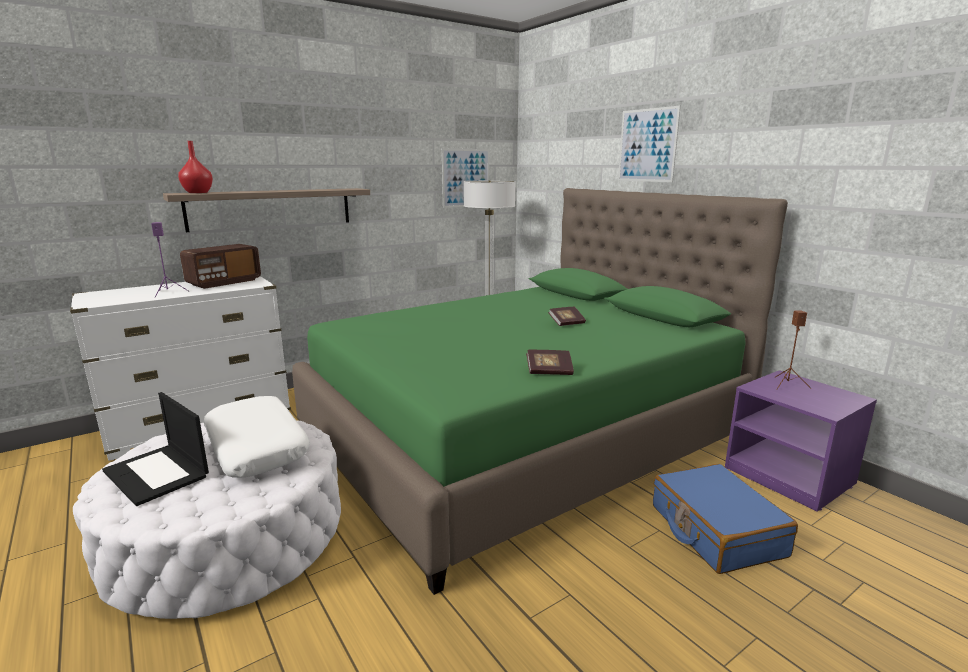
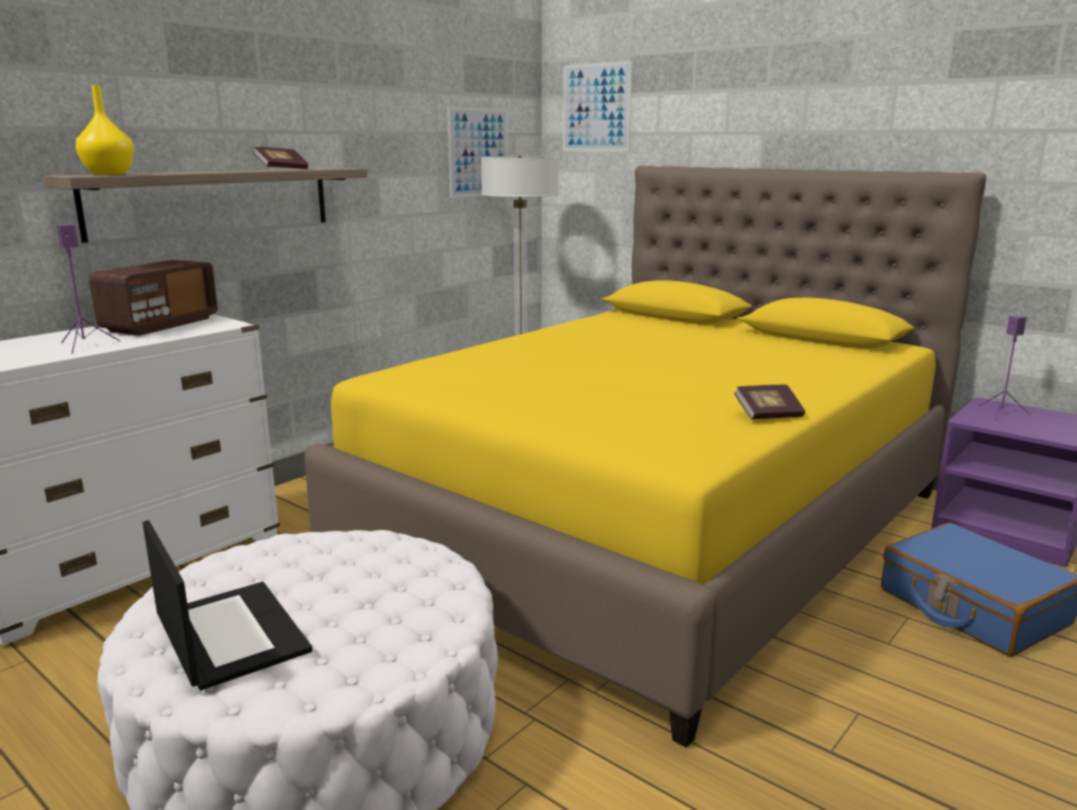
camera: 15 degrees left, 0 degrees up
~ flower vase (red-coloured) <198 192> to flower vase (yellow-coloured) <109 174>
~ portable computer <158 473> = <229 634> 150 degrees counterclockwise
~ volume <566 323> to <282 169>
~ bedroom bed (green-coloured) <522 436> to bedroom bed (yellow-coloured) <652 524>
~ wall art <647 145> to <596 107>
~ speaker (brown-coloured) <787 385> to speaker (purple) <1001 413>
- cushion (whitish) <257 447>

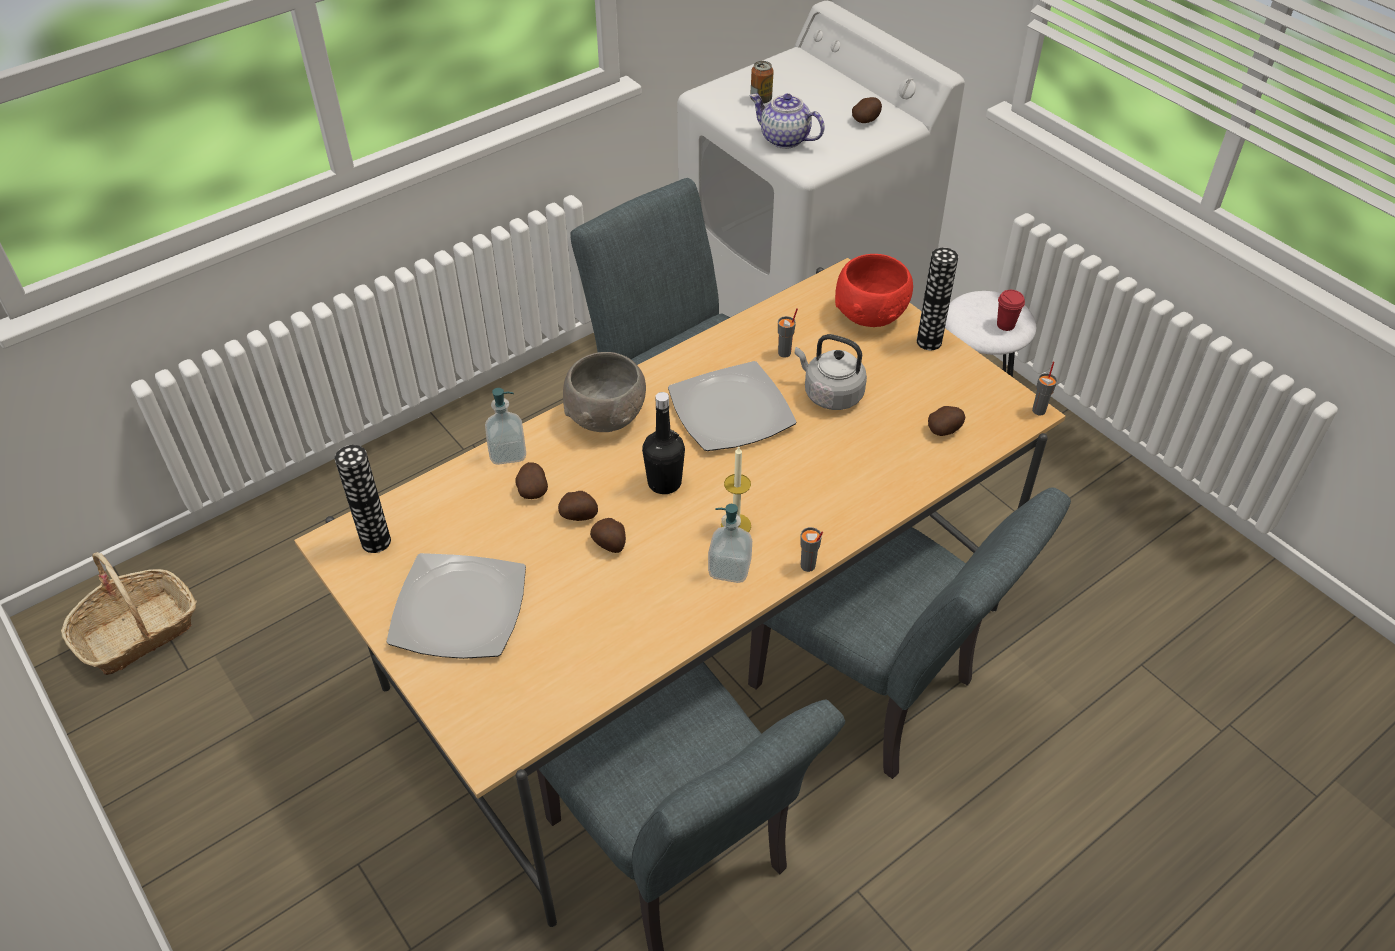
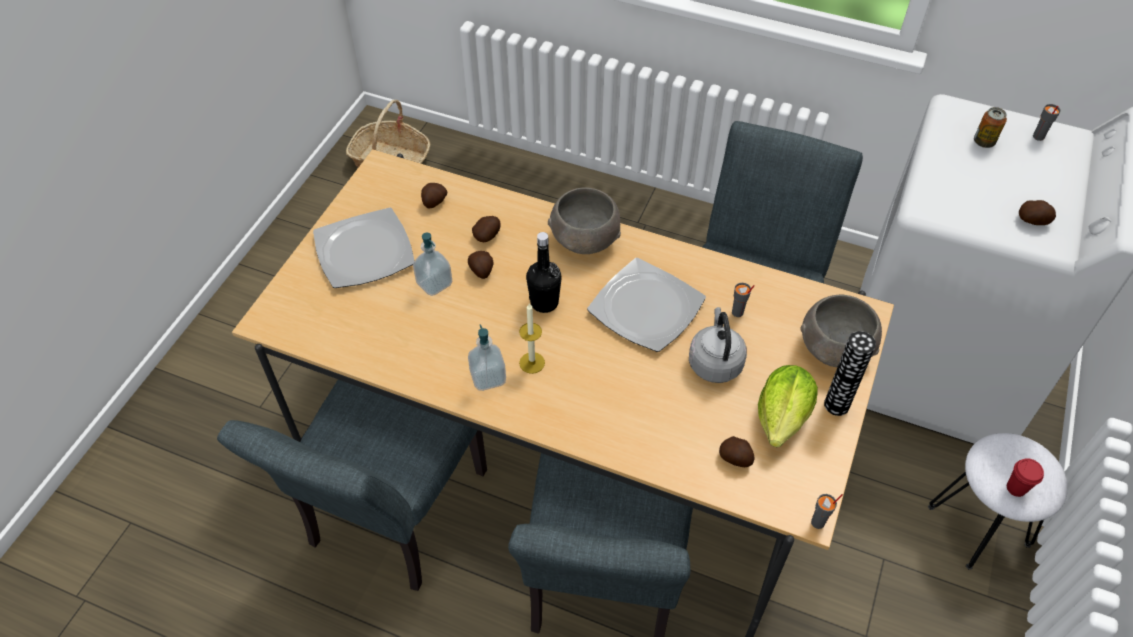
camera: 60 degrees right, 5 degrees up
~ liquid soap bottle <508 453> to <434 283>
~ spud <610 544> to <434 202>
+ lettuce <782 417>
~ deep dish (red-coloured) <871 315> to deep dish (greyish) <834 350>
~ small cup (greyish) <808 566> to <1038 137>
- flower vase <376 541>
- teapot <784 139>

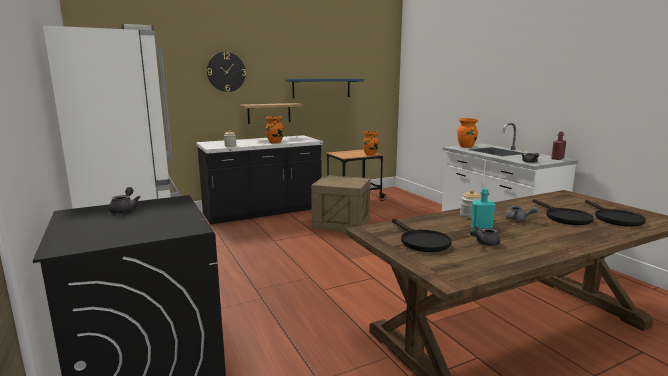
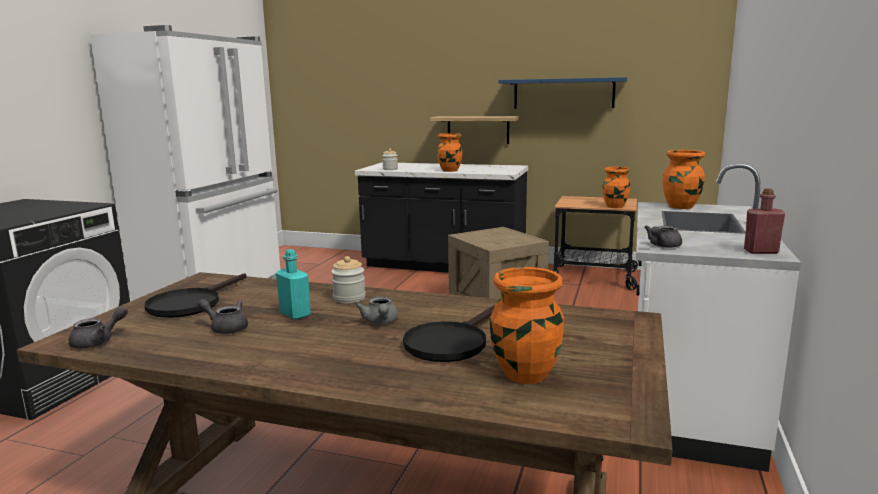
camera: 45 degrees right, 0 degrees up
~ teapot (greyish) <125 210> to <98 341>
~ skillet (blackish) <614 218> to flower vase (orange) <524 374>
- clock on the wall <226 72>

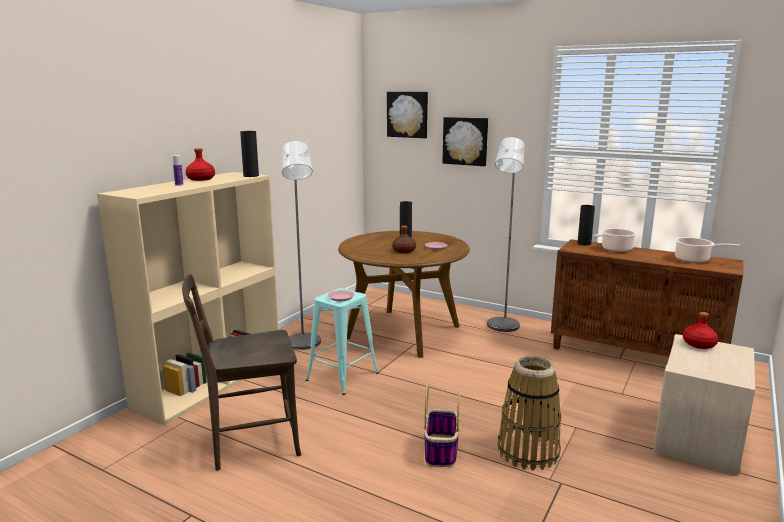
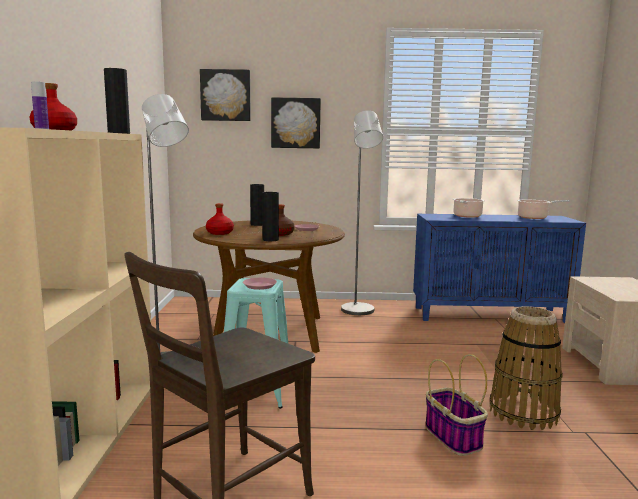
camera: 30 degrees left, 5 degrees down
~ drink bottle (red-coloured) <699 344> to <220 233>
~ flower vase (blackish) <584 243> to <270 240>
~ storage cabinet (brown-coloured) <635 356> to storage cabinet (bluish) <490 314>

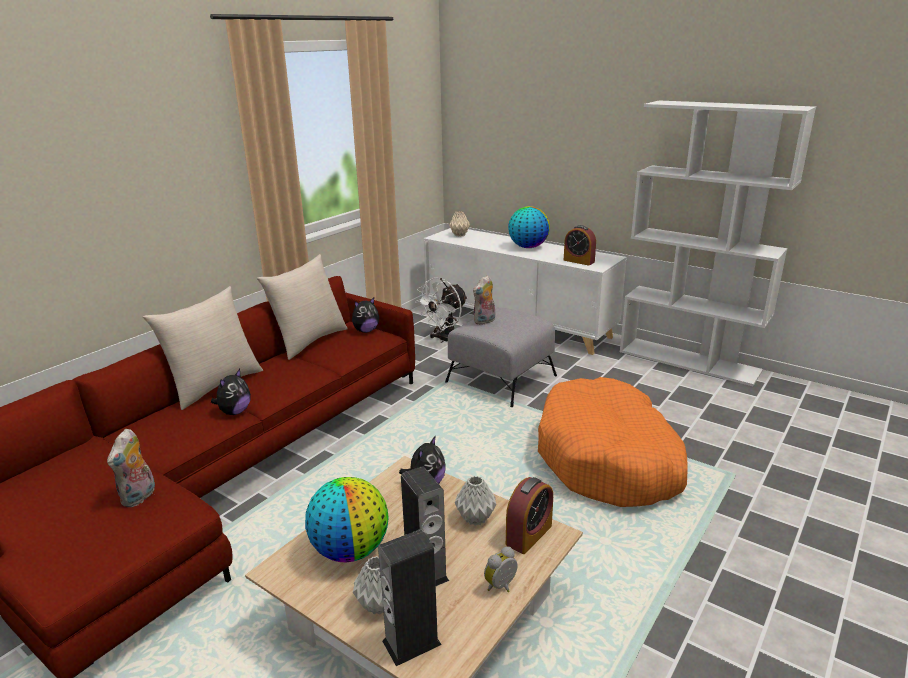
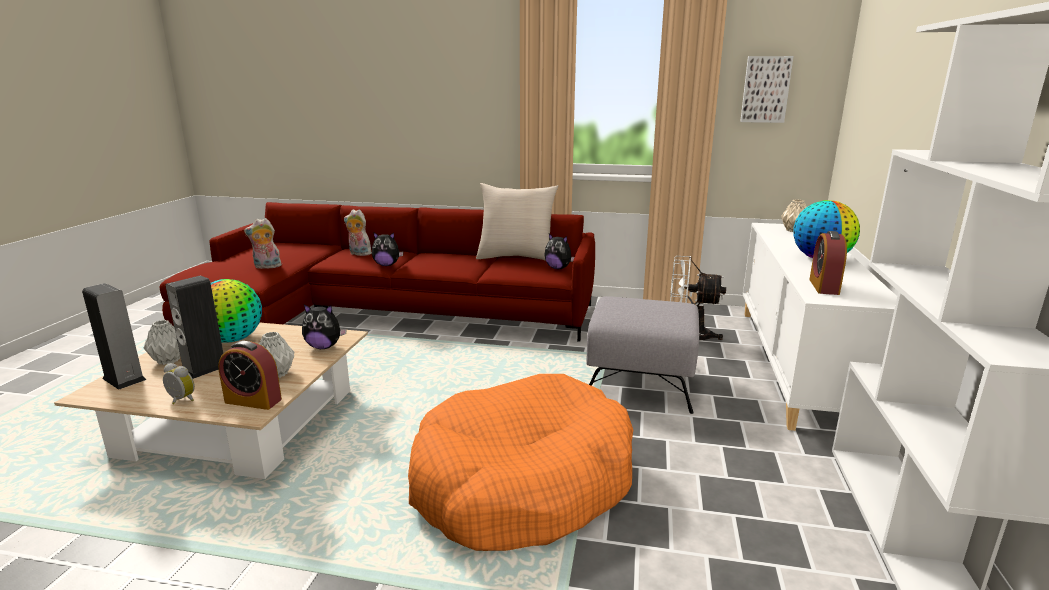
camera: 65 degrees right, 5 degrees down
~ soft toy <484 321> to <358 254>
+ wall art <765 89>
- cushion (sand-coloured) <214 385>

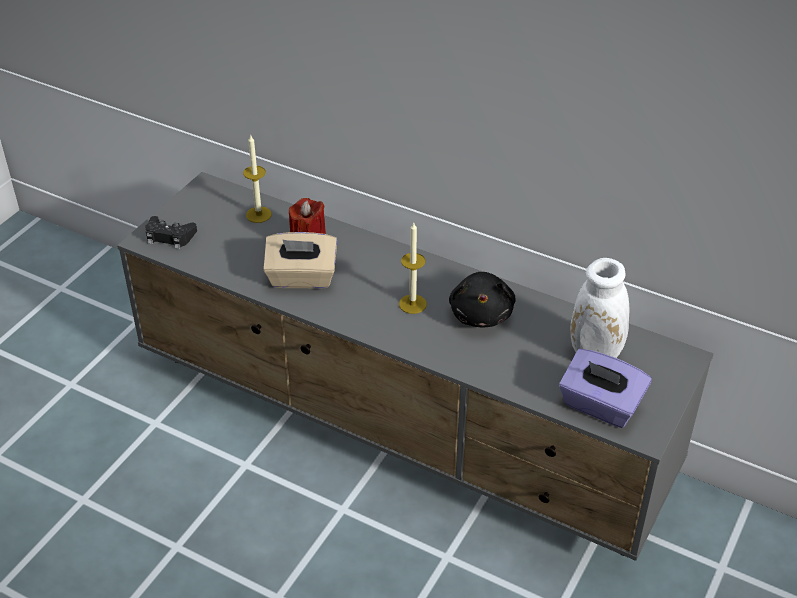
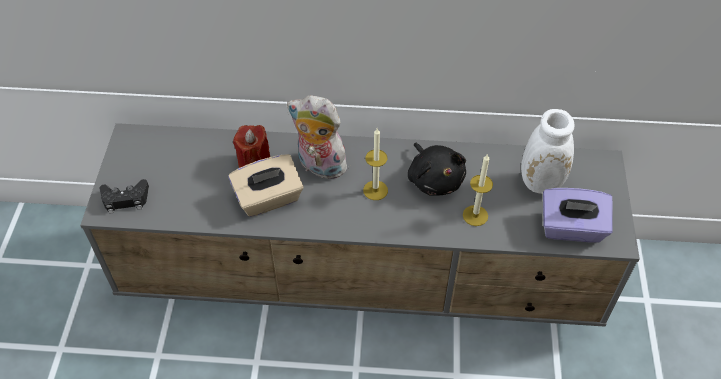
camera: 25 degrees left, 10 degrees up
+ soft toy <319 166>
~ candle <258 214> to <475 215>

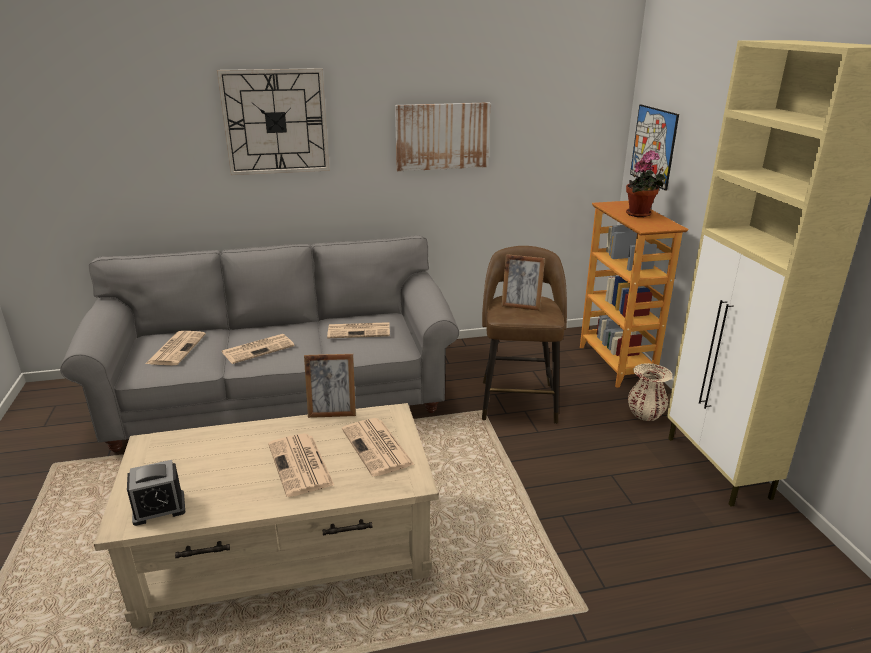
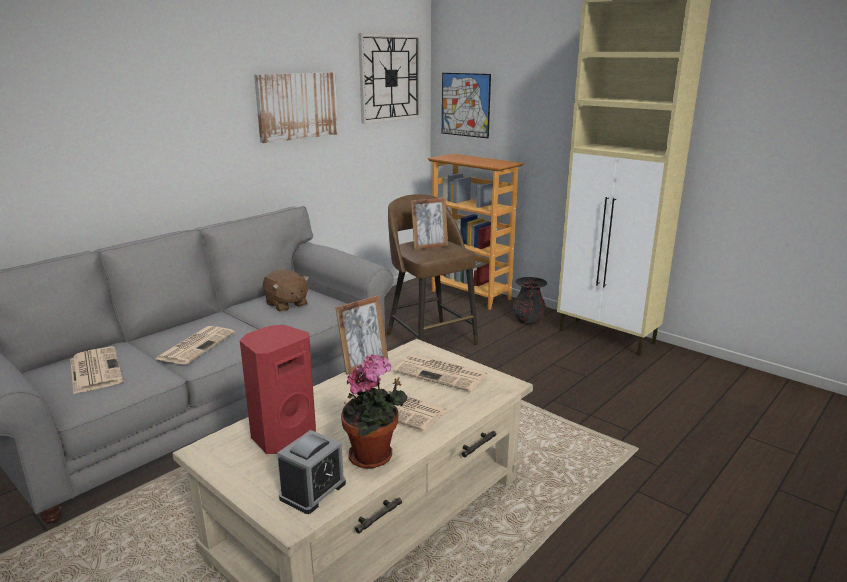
camera: 35 degrees left, 5 degrees down
+ speaker (red-coloured) <282 436>
~ printed paper <360 331> to soft toy (brown-coloured) <286 305>
~ potted plant <640 214> to <374 457>
~ clock on the wall <275 122> to <390 78>
~ flower vase (sand-coloured) <645 414> to flower vase (blackish) <528 320>

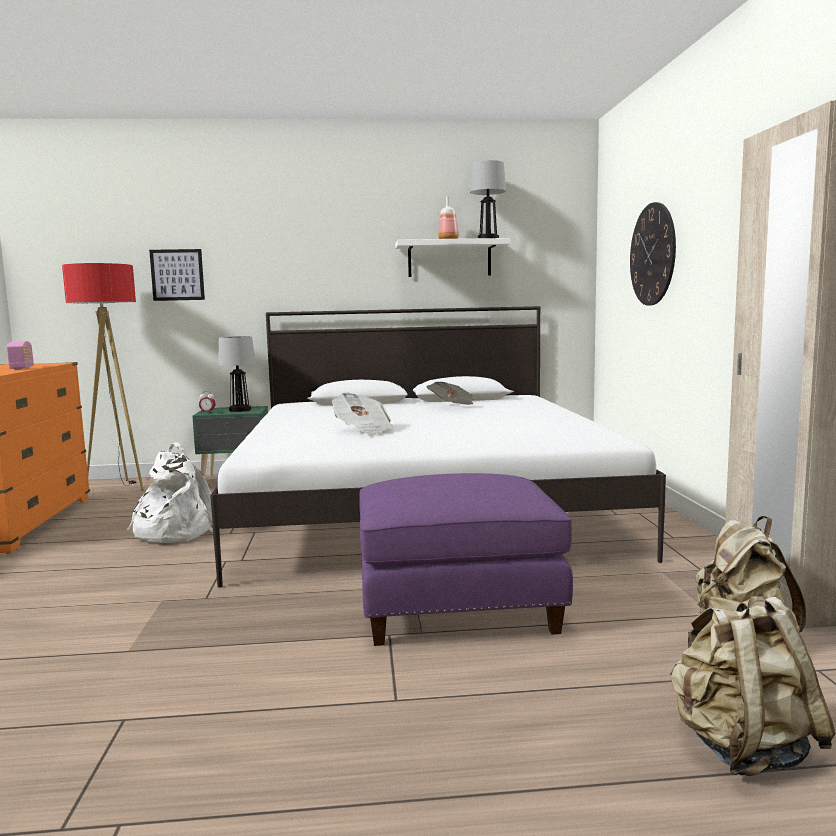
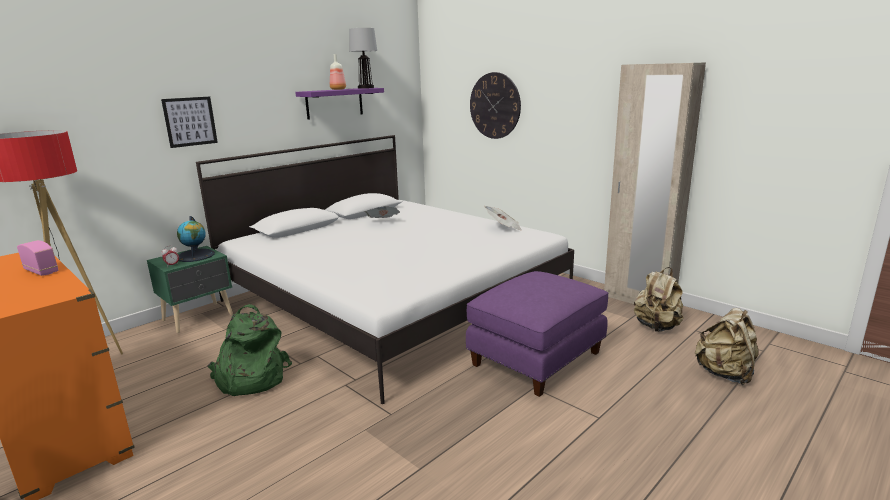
camera: 40 degrees left, 10 degrees up
~ wall art <177 275> to <190 121>
~ table lamp <240 410> to desk globe <195 255>
~ rucksack (whitish) <175 531> to rucksack (green-coloured) <250 378>
~ bracket shelf (whitish) <449 259> to bracket shelf (purple) <334 103>
~ printed paper <363 430> to <503 228>

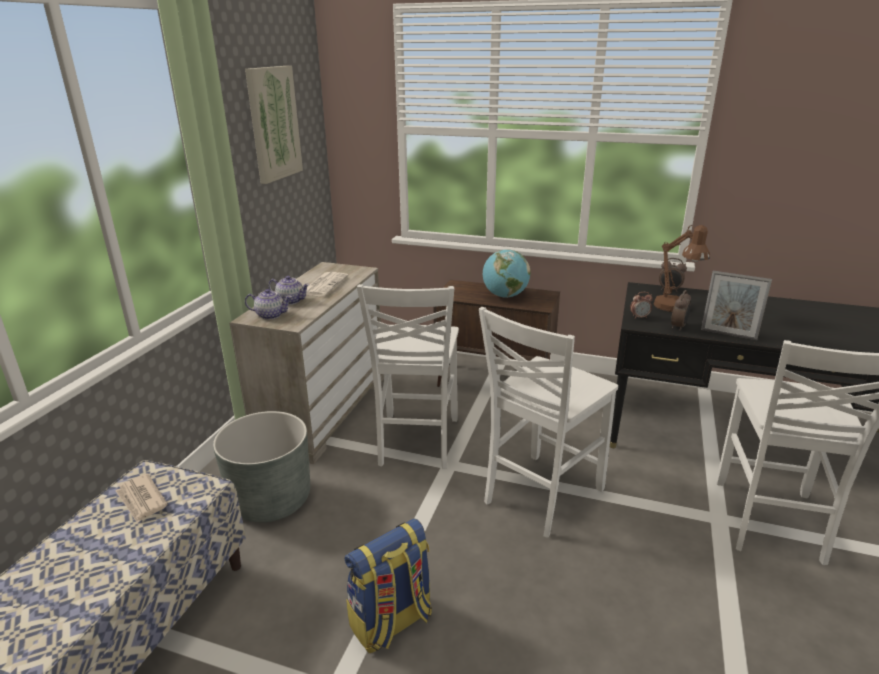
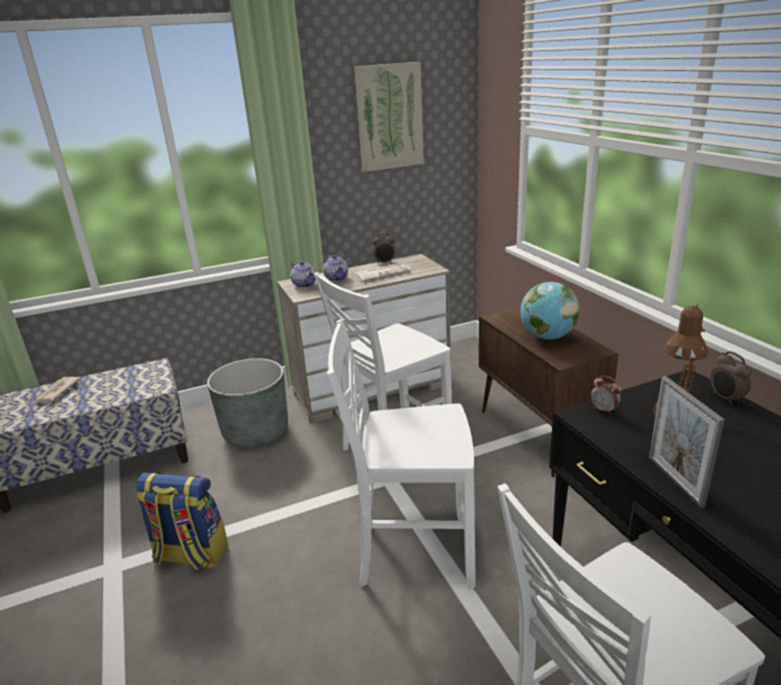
camera: 50 degrees right, 0 degrees up
~ printed paper <141 500> to <56 392>
~ table clock <678 327> to <384 263>

